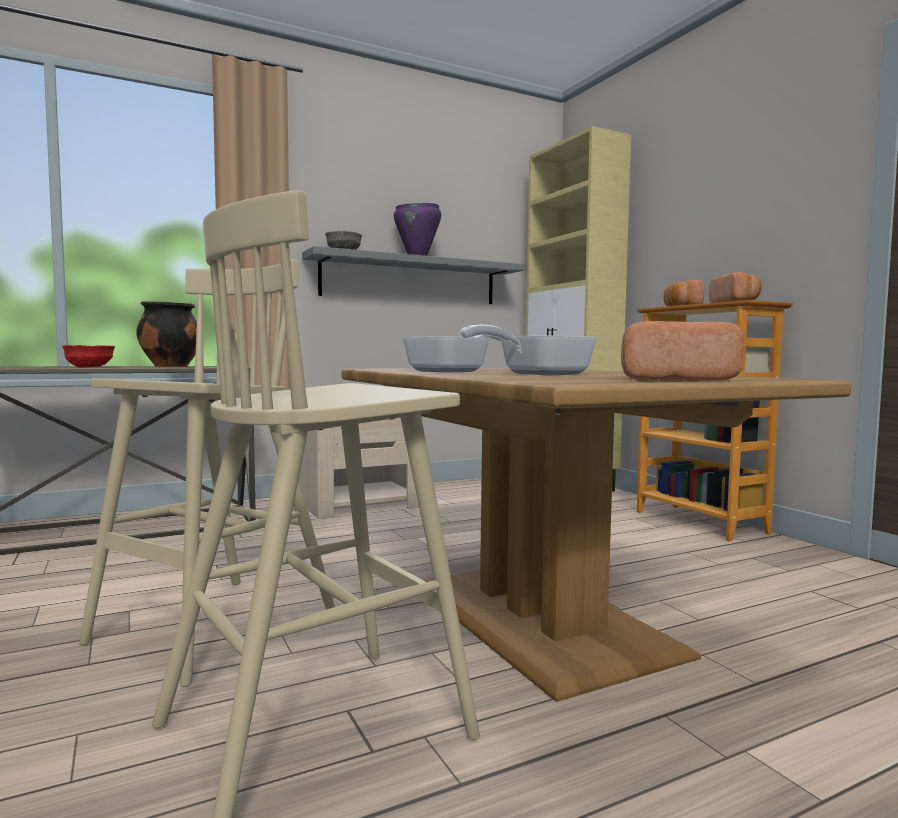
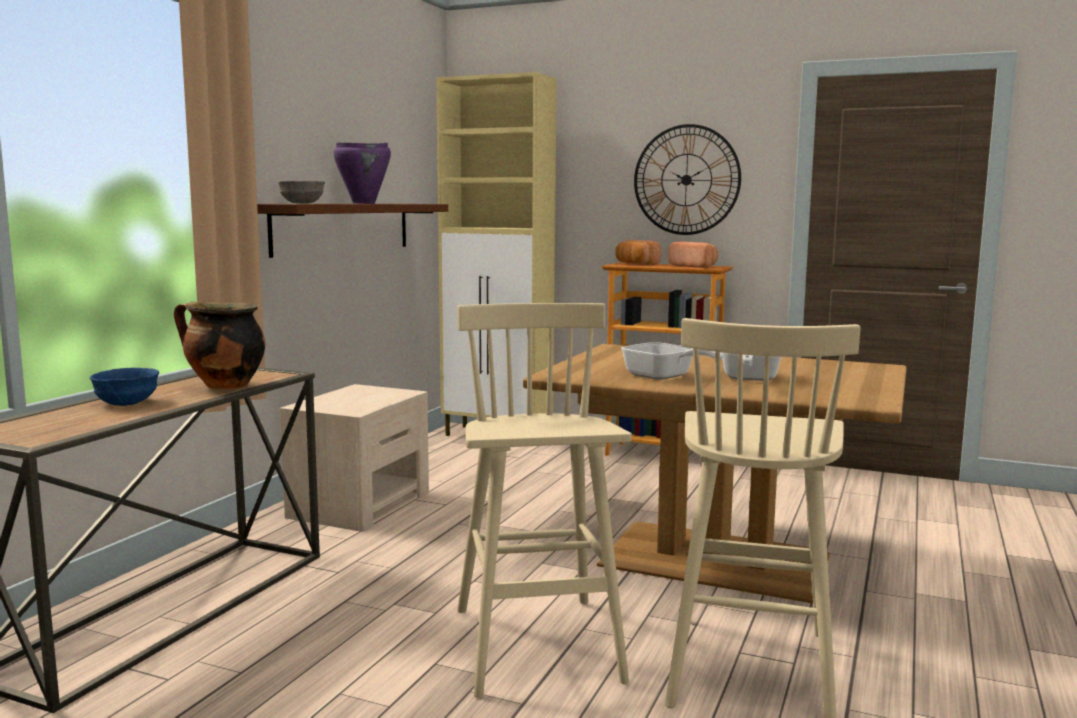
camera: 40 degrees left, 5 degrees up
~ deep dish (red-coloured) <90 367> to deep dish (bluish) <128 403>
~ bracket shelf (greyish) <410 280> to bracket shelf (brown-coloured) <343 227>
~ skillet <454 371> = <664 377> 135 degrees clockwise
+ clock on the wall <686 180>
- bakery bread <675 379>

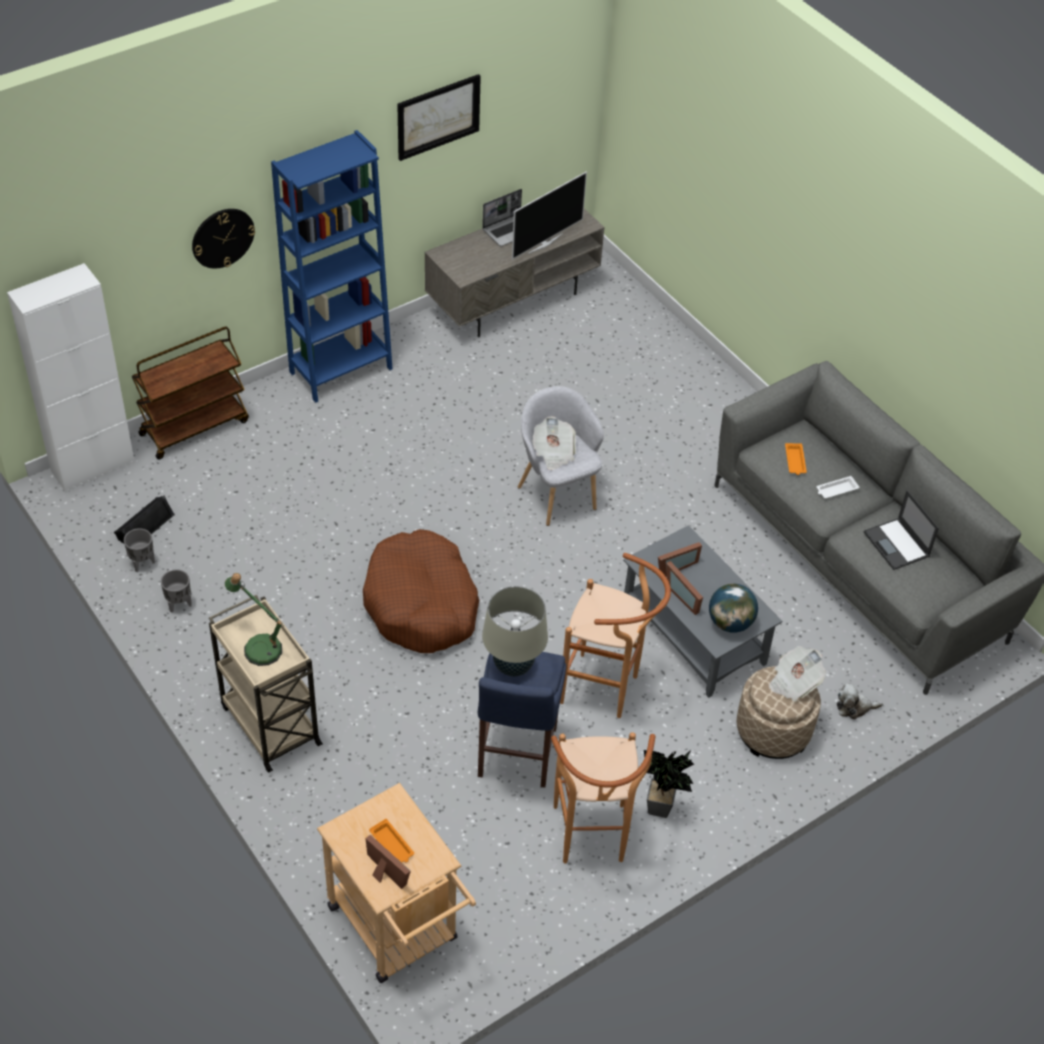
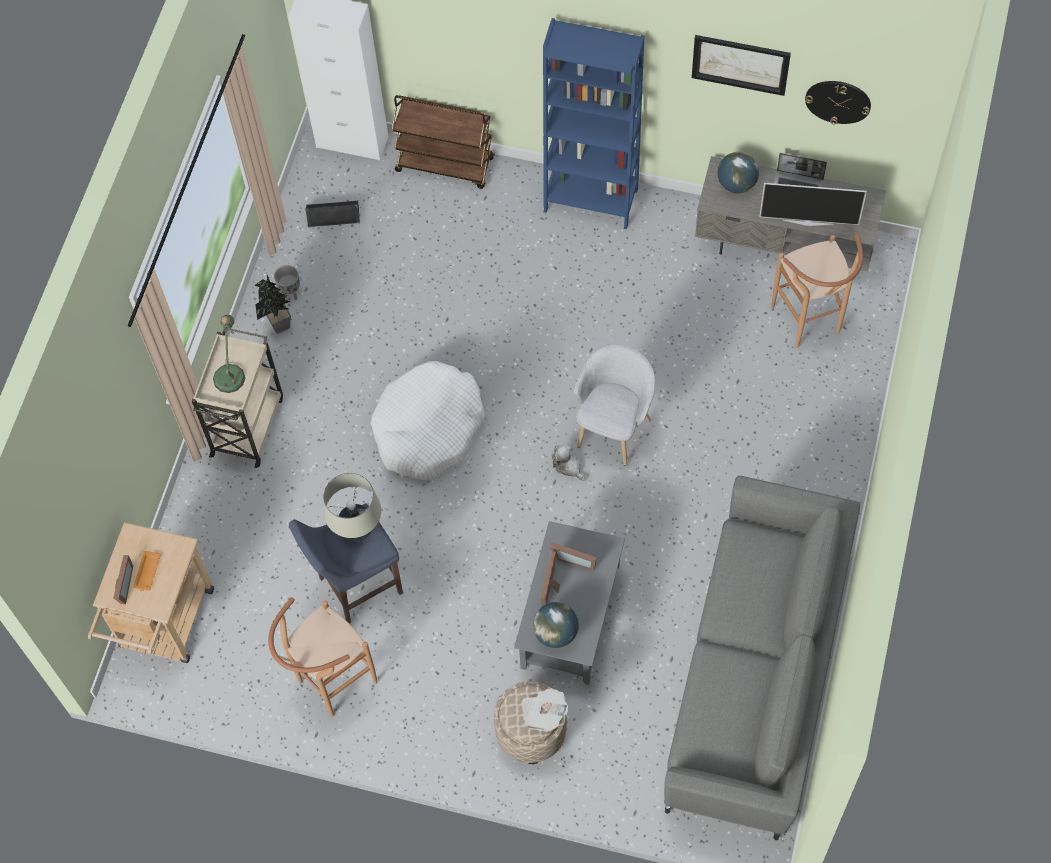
camera: 55 degrees right, 15 degrees up
~ potted plant <662 811> to <280 328>
~ dog bed (brown-coloured) <421 604> to dog bed (whitish) <428 428>
~ soft toy <854 707> to <568 466>
+ desk globe <736 184>
~ stool seat (brown-coloured) <607 690> to <810 324>
~ clock on the wall <222 237> to <838 101>
- planter (greyish) <142 562>
- printed paper <553 452>
- serving tray (orange) <795 461>
- serving tray (whitish) <836 490>
- portable computer <897 545>

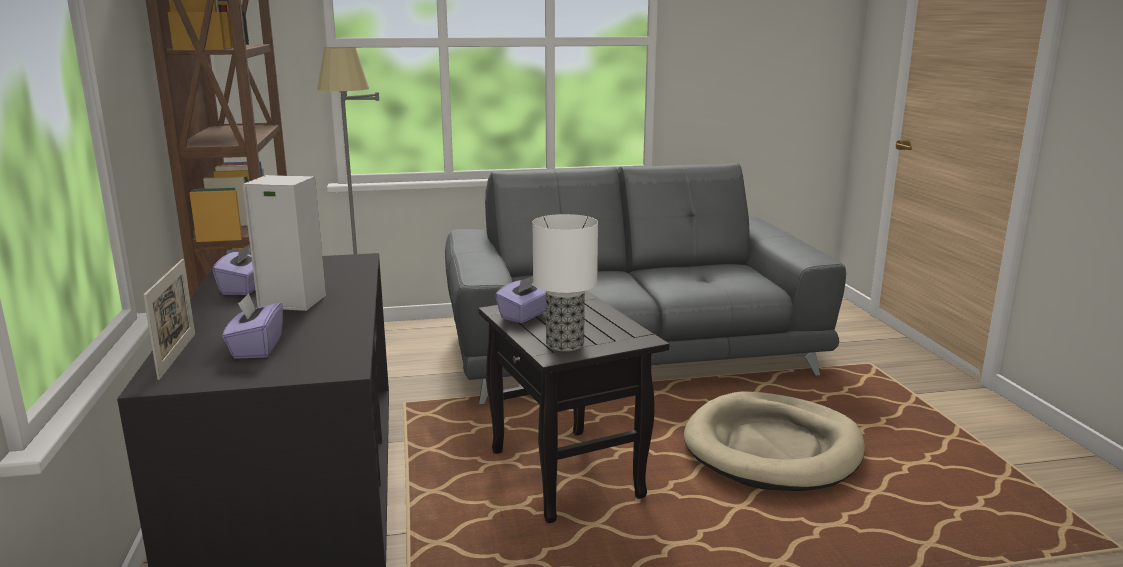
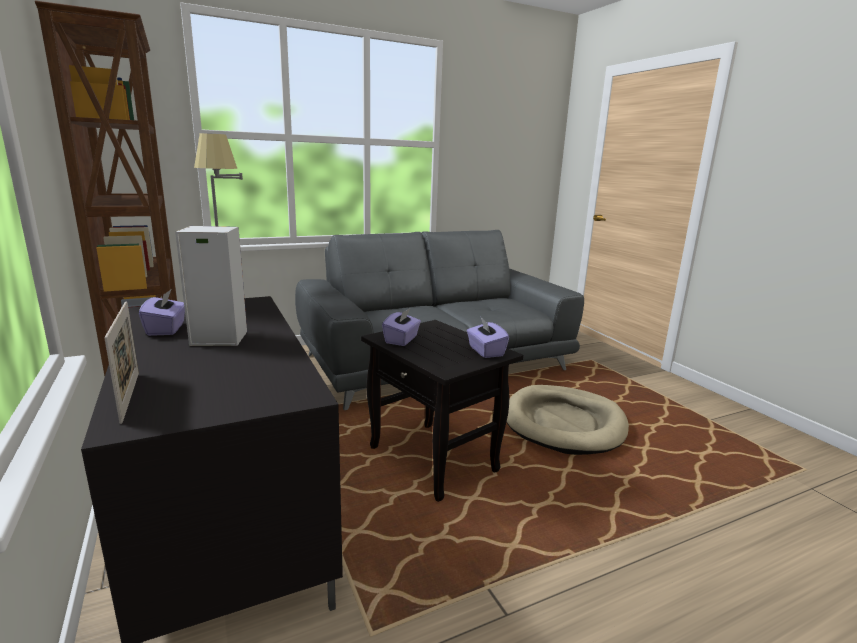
camera: 15 degrees left, 0 degrees up
~ box of tissues (purple) <256 348> to <485 351>
- table lamp <563 344>

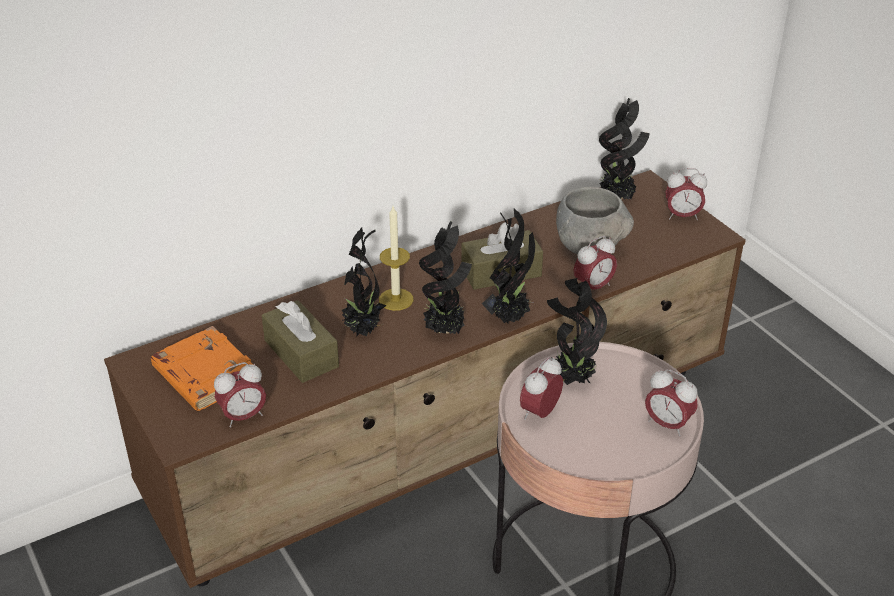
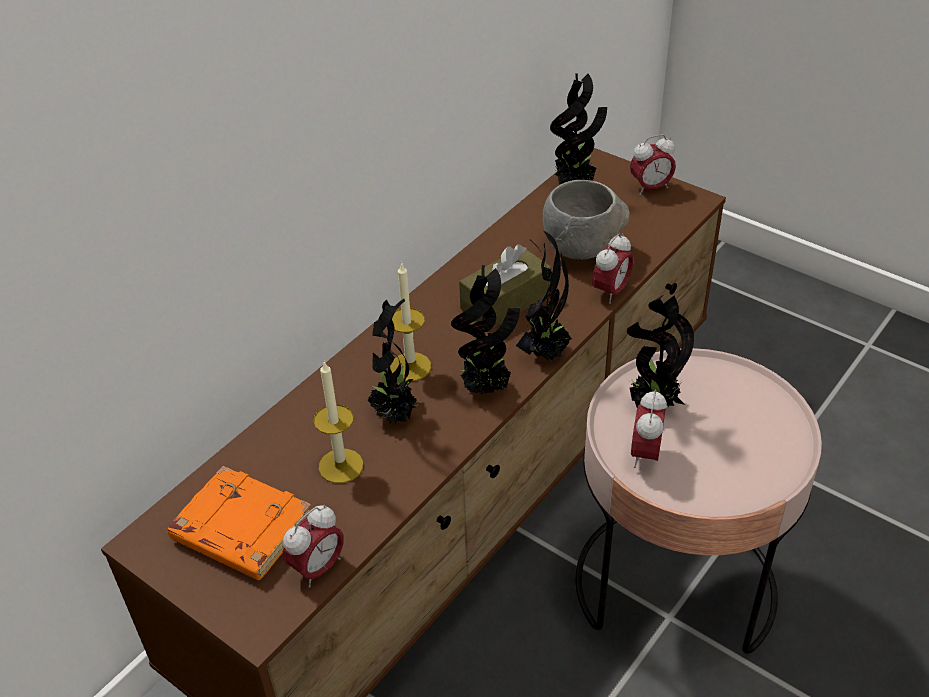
camera: 20 degrees left, 5 degrees up
~ box of tissues (brown-coloured) <301 353> to candle <341 466>
- table clock <667 424>

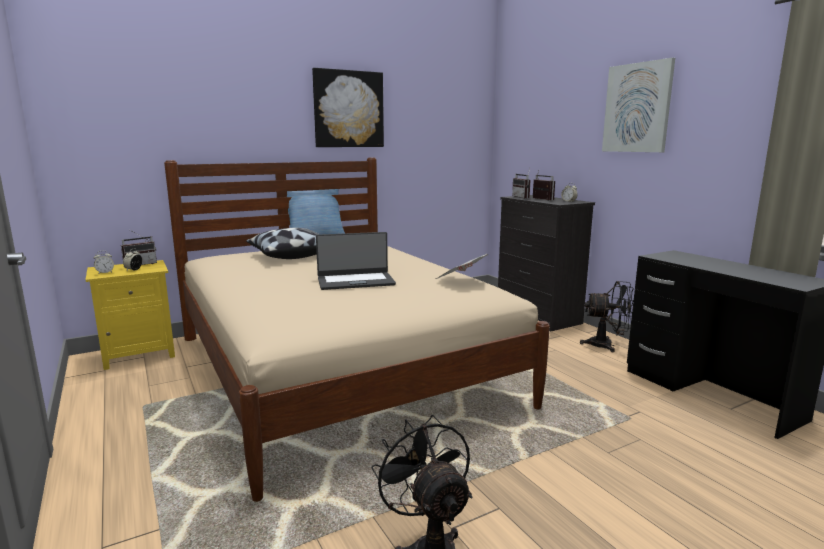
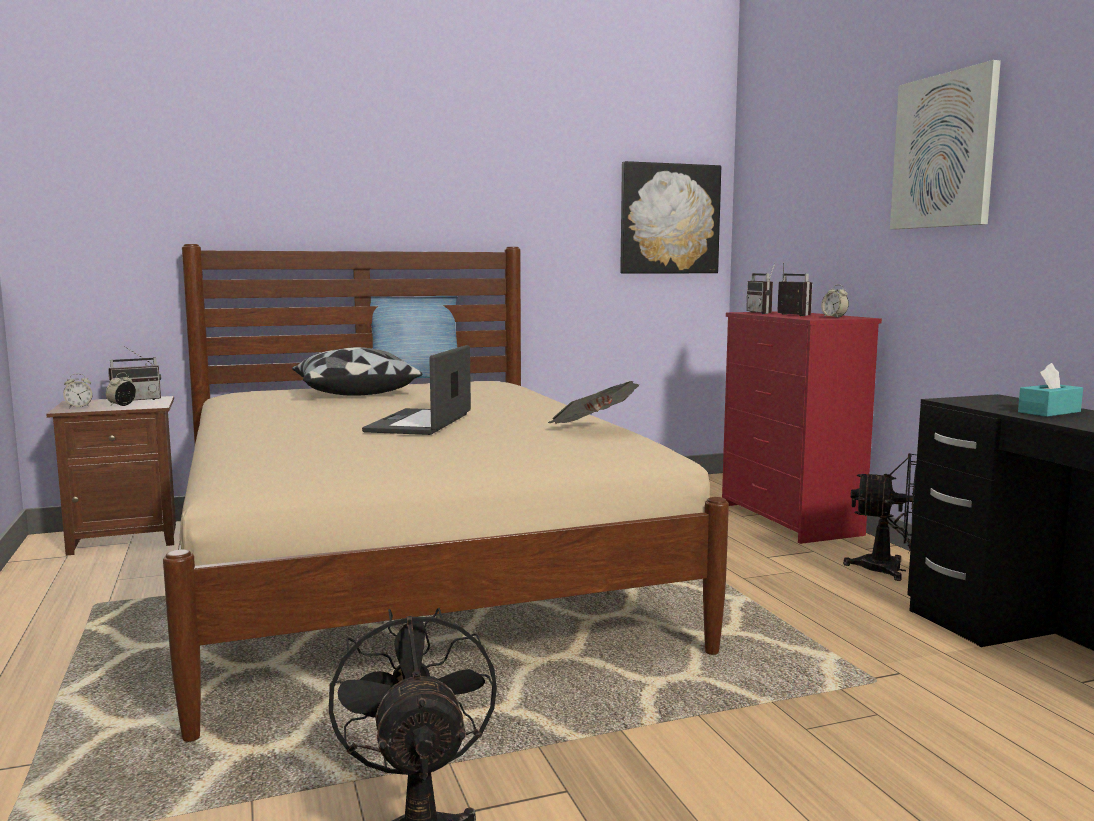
camera: 10 degrees right, 5 degrees down
~ bedside table (yellow-coloured) <139 354> to bedside table (brown-coloured) <125 538>
~ portable computer <355 281> = <421 423> 105 degrees clockwise
~ wall art <348 109> to <669 219>
~ chest of drawers (blackish) <538 316> to chest of drawers (red-coloured) <789 520>
+ box of tissues (turquoise) <1049 412>

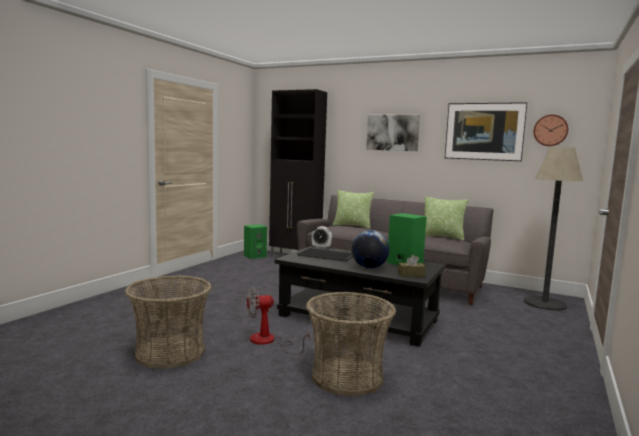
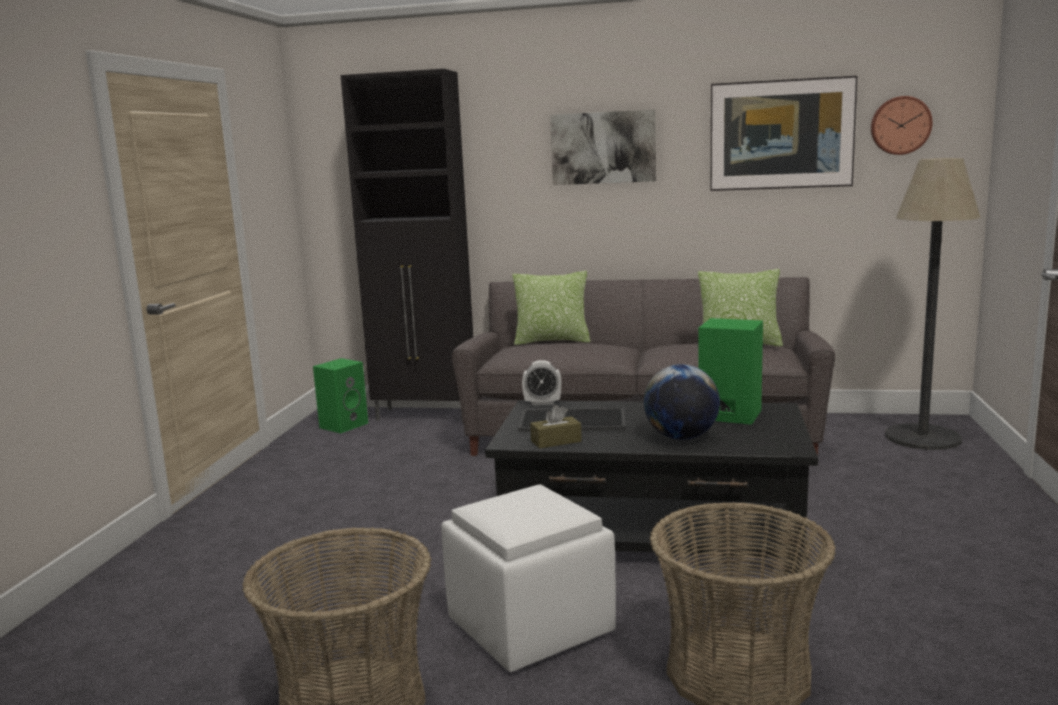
camera: 15 degrees left, 5 degrees up
~ fan <269 342> to footrest (whitish) <532 627>
~ box of tissues (brown-coloured) <411 274> to <556 441>

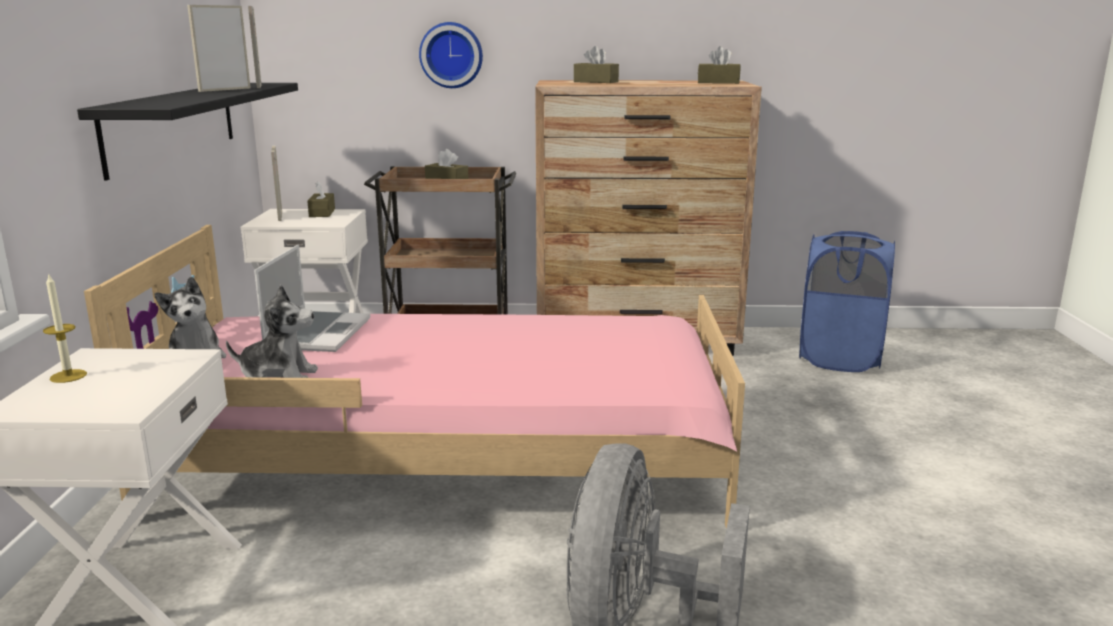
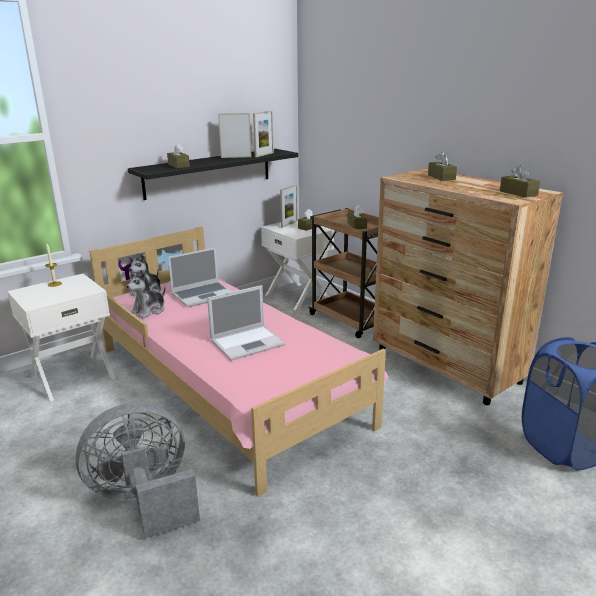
camera: 50 degrees right, 5 degrees up
~ soft toy <279 377> = <149 311> 75 degrees clockwise
+ box of tissues (brown-coloured) <178 165>
+ portable computer <248 342>
- clock on the wall <451 55>

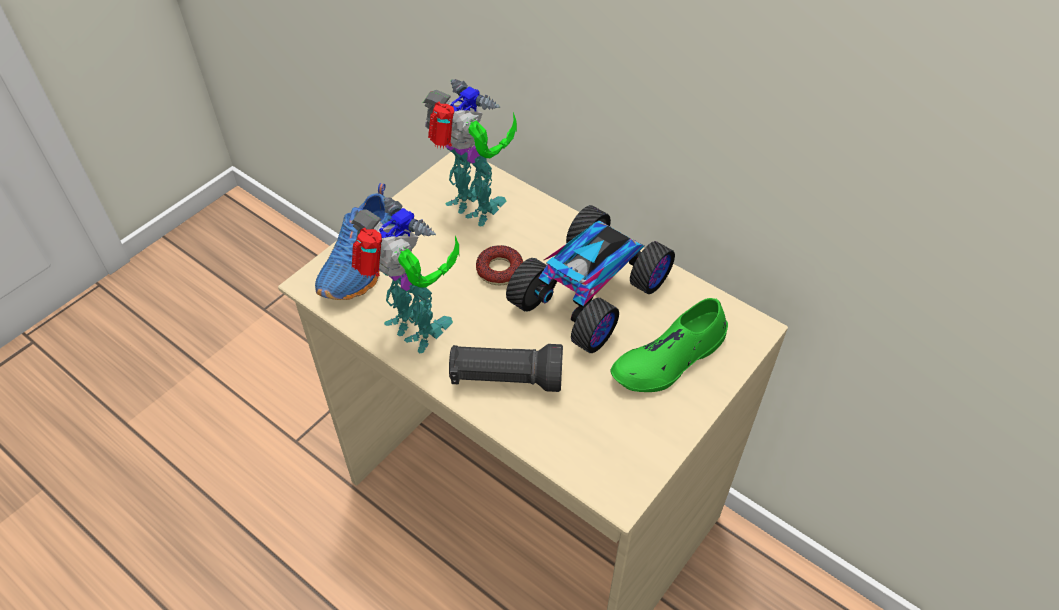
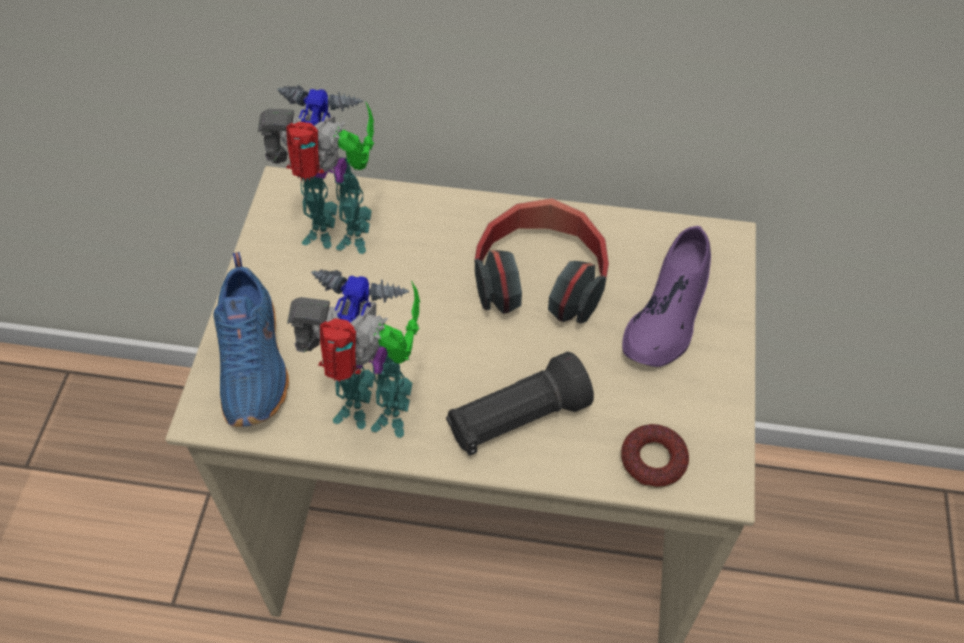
camera: 30 degrees left, 5 degrees up
~ toy car <592 293> to pair of headphones <540 277>
~ donut <499 270> to <653 460>
~ low shoe (green-coloured) <669 359> to low shoe (purple) <668 313>

